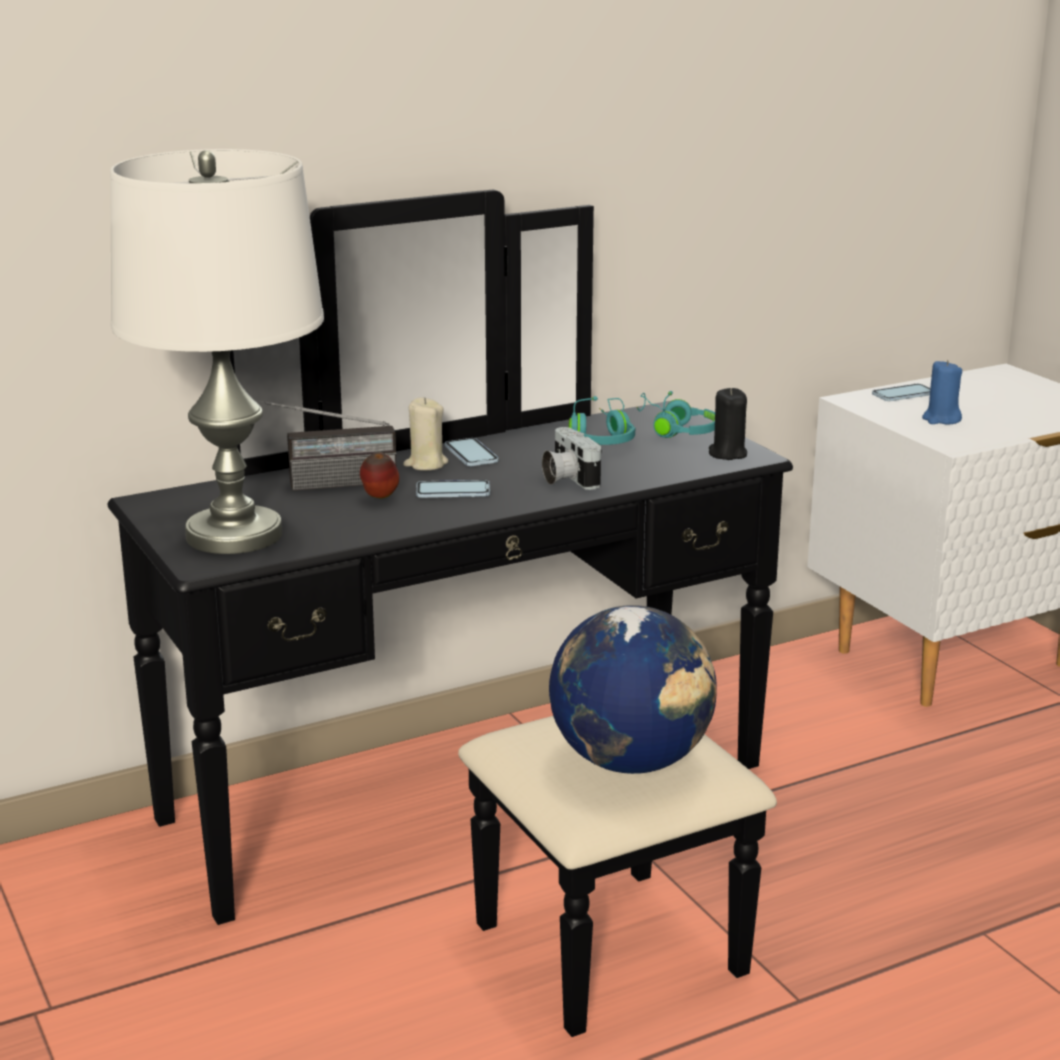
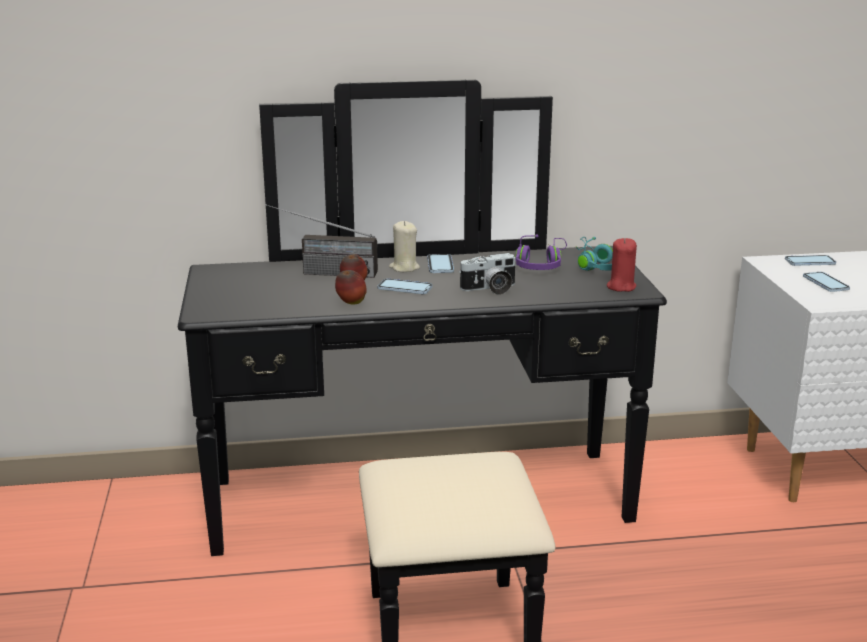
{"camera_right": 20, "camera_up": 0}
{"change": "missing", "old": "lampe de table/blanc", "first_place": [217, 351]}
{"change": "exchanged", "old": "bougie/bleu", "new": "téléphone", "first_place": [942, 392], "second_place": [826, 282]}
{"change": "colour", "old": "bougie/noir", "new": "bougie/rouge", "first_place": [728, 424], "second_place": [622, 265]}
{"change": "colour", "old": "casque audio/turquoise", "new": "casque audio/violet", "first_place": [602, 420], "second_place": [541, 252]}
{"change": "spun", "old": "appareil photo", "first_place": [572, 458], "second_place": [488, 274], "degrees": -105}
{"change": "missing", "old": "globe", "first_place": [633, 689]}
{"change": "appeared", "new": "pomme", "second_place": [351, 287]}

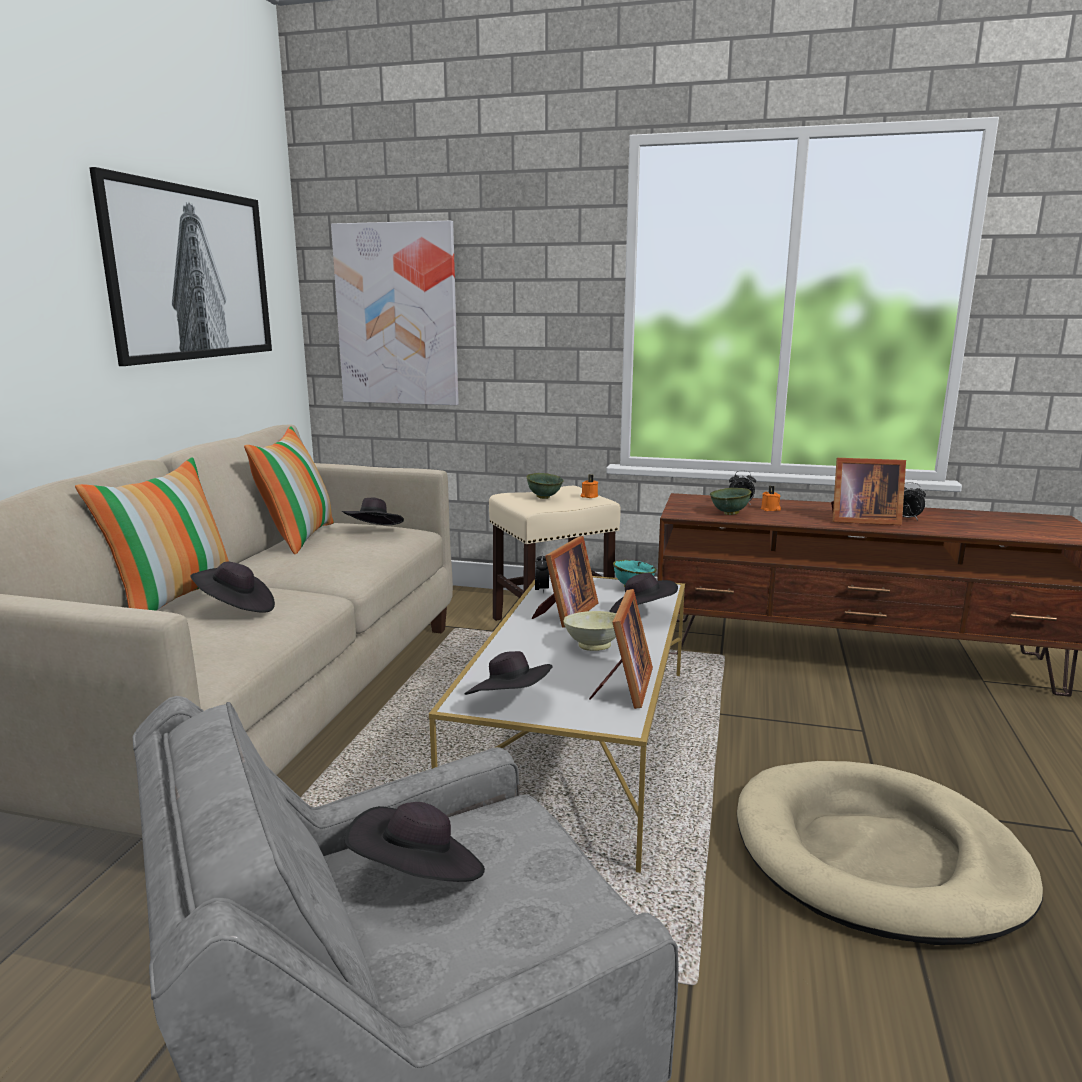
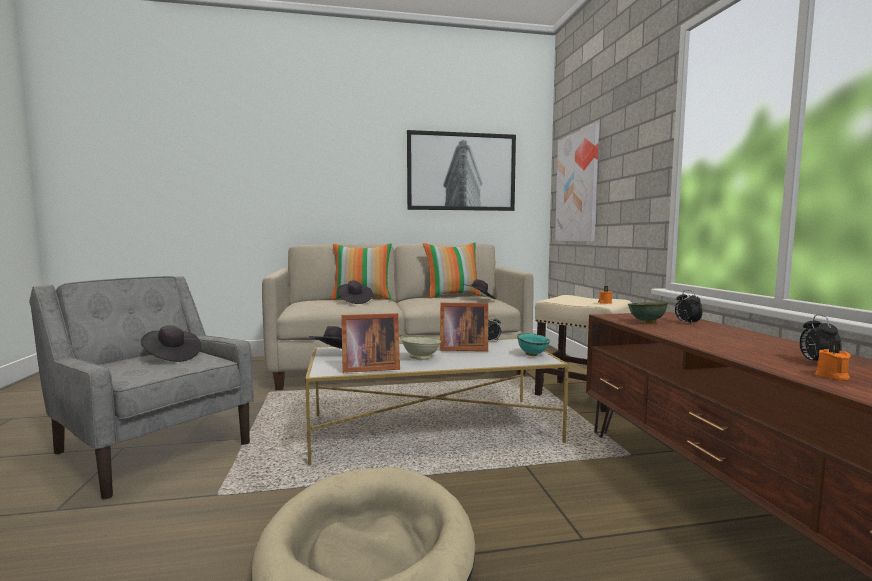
{"camera_right": 65, "camera_up": -10}
{"change": "missing", "old": "cadre photo", "first_place": [868, 491]}
{"change": "missing", "old": "bol/vert", "first_place": [545, 486]}
{"change": "relocated", "old": "bougie/orange", "first_place": [771, 498], "second_place": [833, 360]}
{"change": "missing", "old": "chapeau/noir", "first_place": [643, 593]}

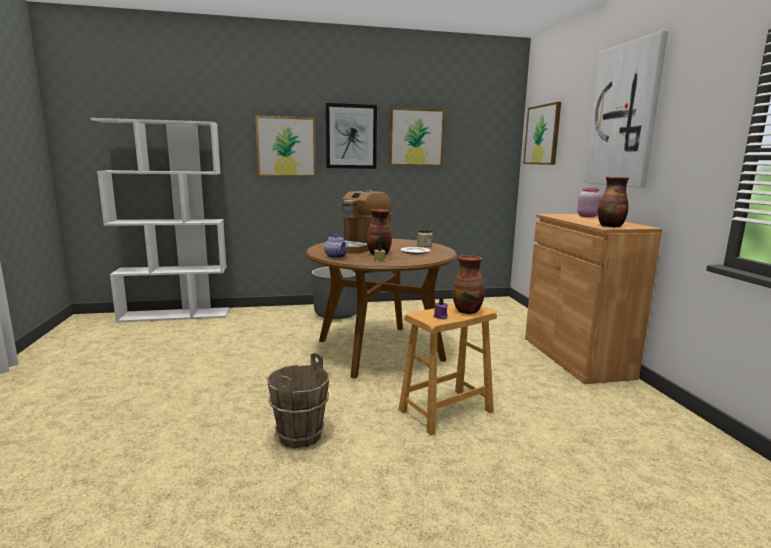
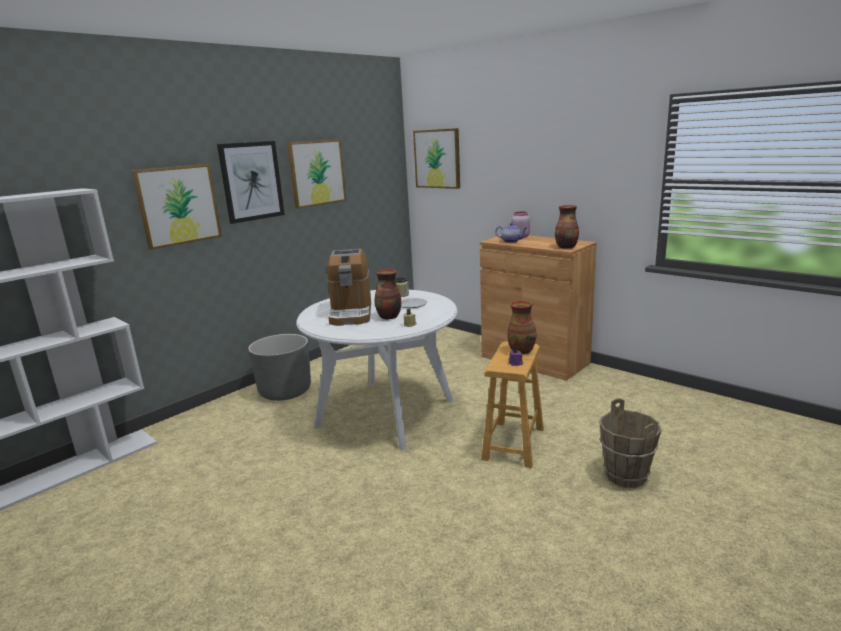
{"camera_right": -35, "camera_up": 5}
{"change": "missing", "old": "tableau", "first_place": [626, 109]}
{"change": "relocated", "old": "théière", "first_place": [336, 246], "second_place": [511, 233]}
{"change": "colour", "old": "table à manger/marron", "new": "table à manger/blanc", "first_place": [381, 309], "second_place": [377, 370]}
{"change": "relocated", "old": "seau/marron", "first_place": [298, 401], "second_place": [630, 443]}

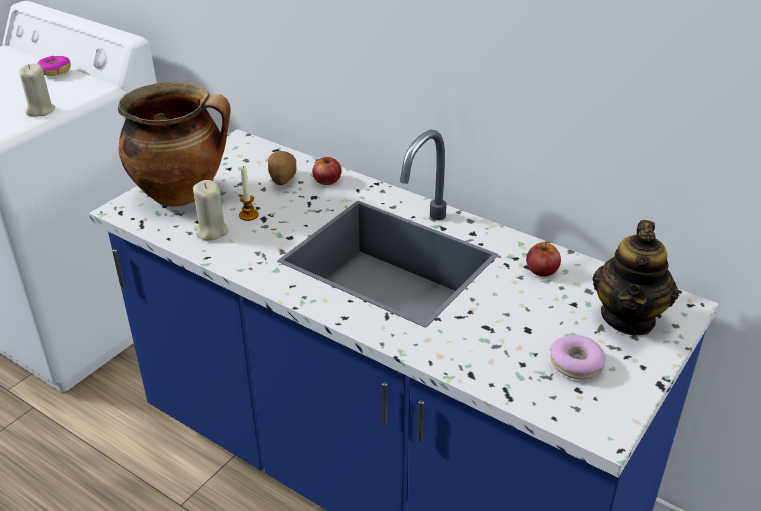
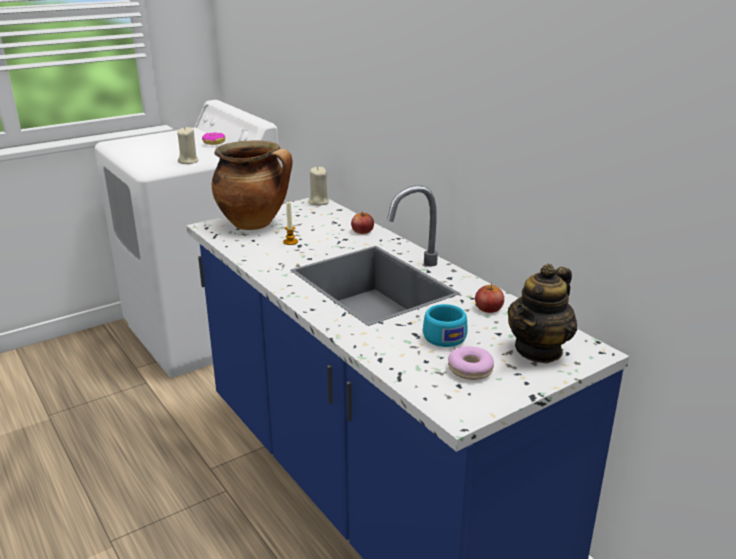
{"camera_right": 20, "camera_up": -10}
{"change": "missing", "old": "pomme de terre", "first_place": [282, 168]}
{"change": "relocated", "old": "bougie/beige", "first_place": [210, 210], "second_place": [318, 186]}
{"change": "appeared", "new": "tasse/turquoise", "second_place": [445, 325]}

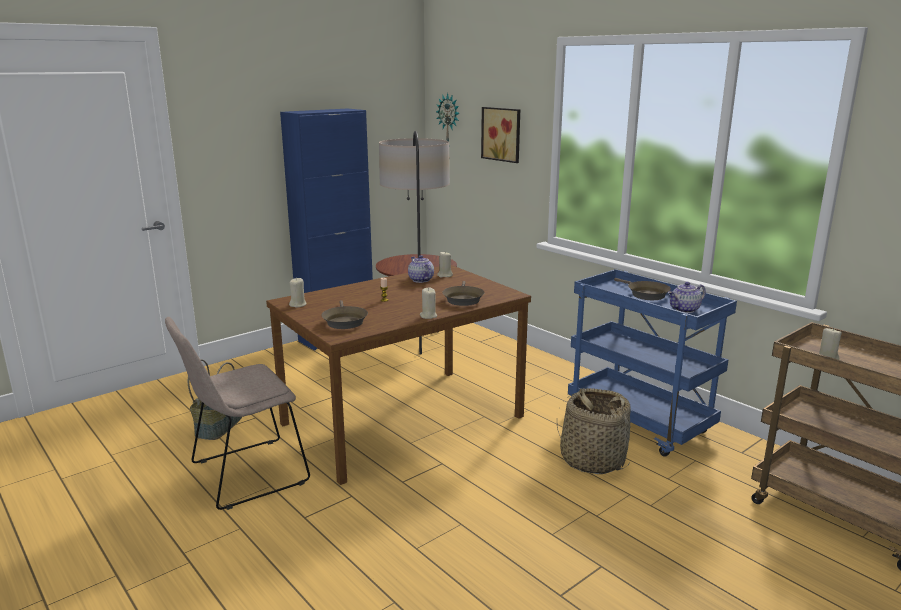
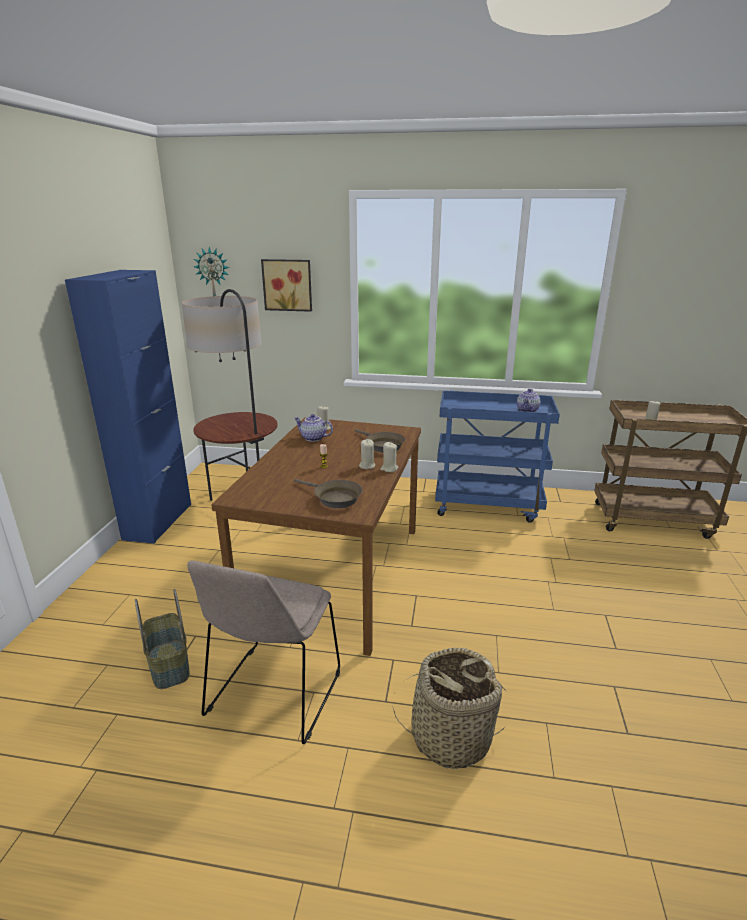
{"camera_right": -40, "camera_up": 5}
{"change": "relocated", "old": "bougie/beige", "first_place": [297, 292], "second_place": [367, 454]}
{"change": "missing", "old": "poêle/marron", "first_place": [642, 289]}
{"change": "relocated", "old": "panier", "first_place": [594, 431], "second_place": [449, 708]}

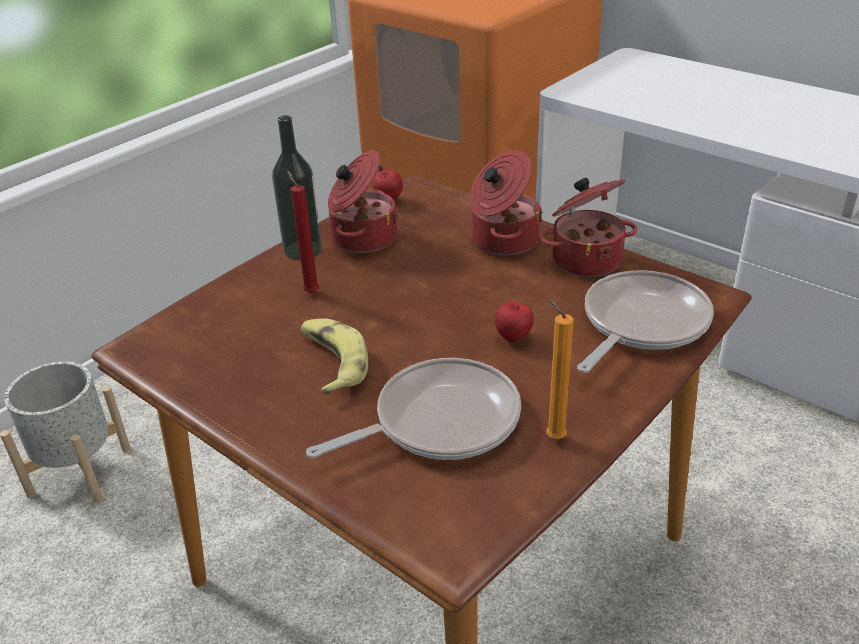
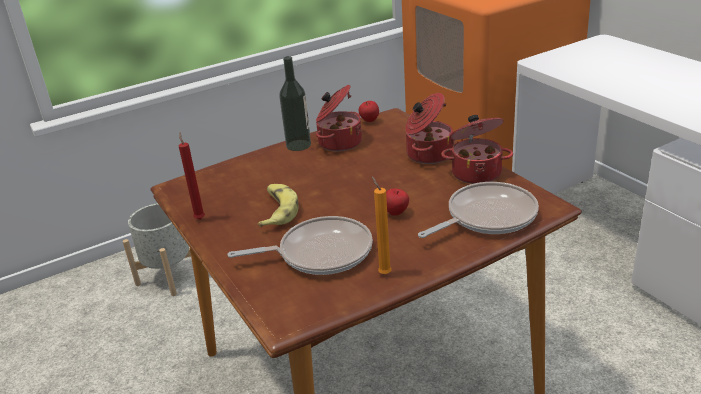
{"camera_right": 20, "camera_up": -5}
{"change": "relocated", "old": "bougie/rouge", "first_place": [303, 232], "second_place": [192, 175]}

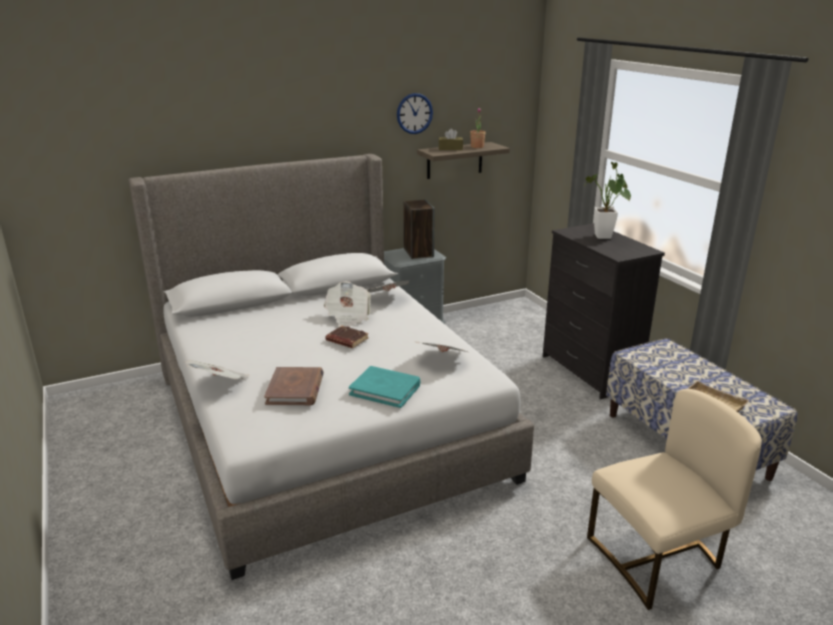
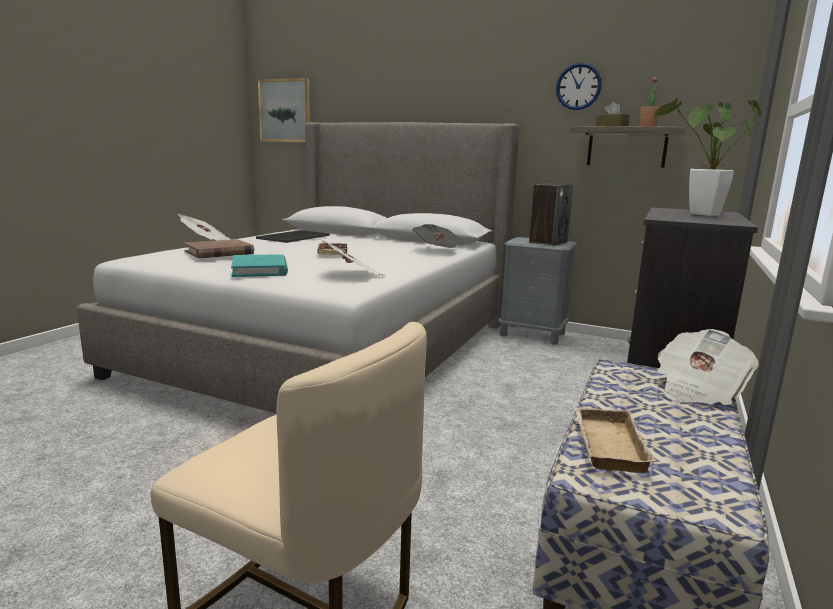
{"camera_right": 50, "camera_up": -10}
{"change": "relocated", "old": "journal", "first_place": [347, 304], "second_place": [708, 367]}
{"change": "appeared", "new": "tableau", "second_place": [284, 110]}
{"change": "appeared", "new": "plateau", "second_place": [293, 236]}

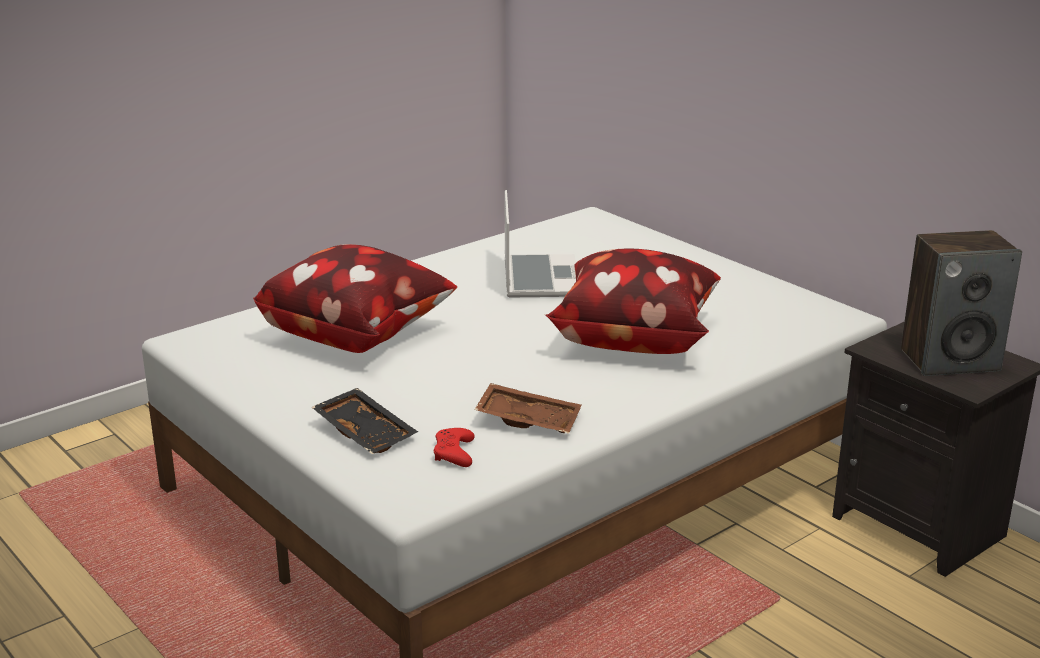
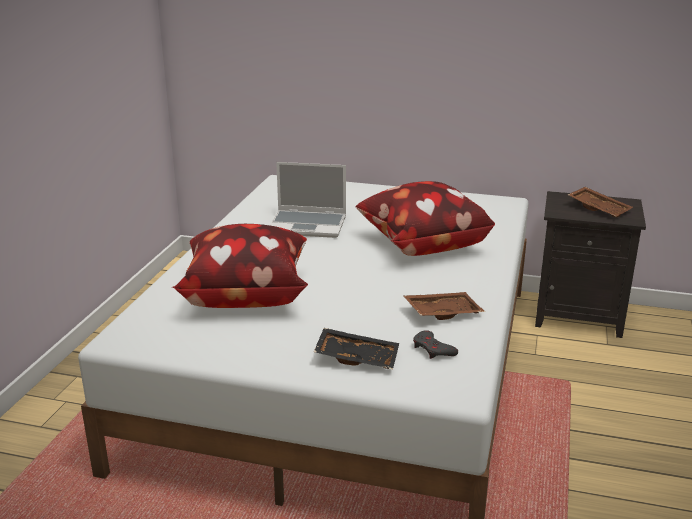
{"camera_right": -35, "camera_up": 0}
{"change": "spun", "old": "ordinateur portable", "first_place": [540, 244], "second_place": [308, 200], "degrees": 135}
{"change": "exchanged", "old": "enceinte", "new": "plateau/marron", "first_place": [961, 303], "second_place": [600, 202]}
{"change": "colour", "old": "manette/rouge", "new": "manette/gris", "first_place": [454, 447], "second_place": [435, 344]}

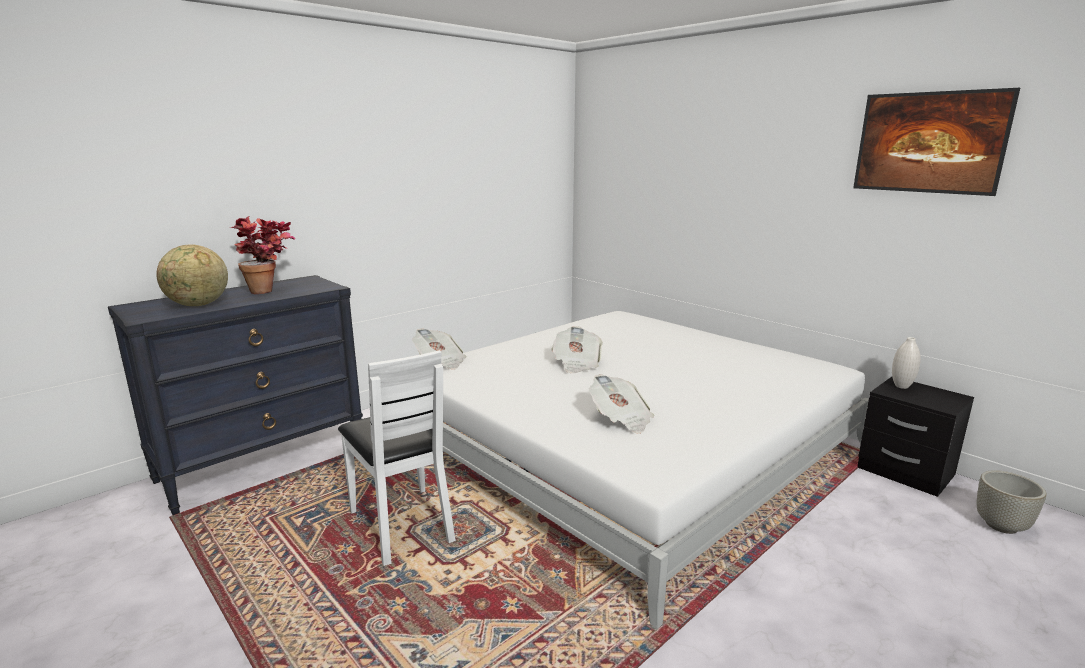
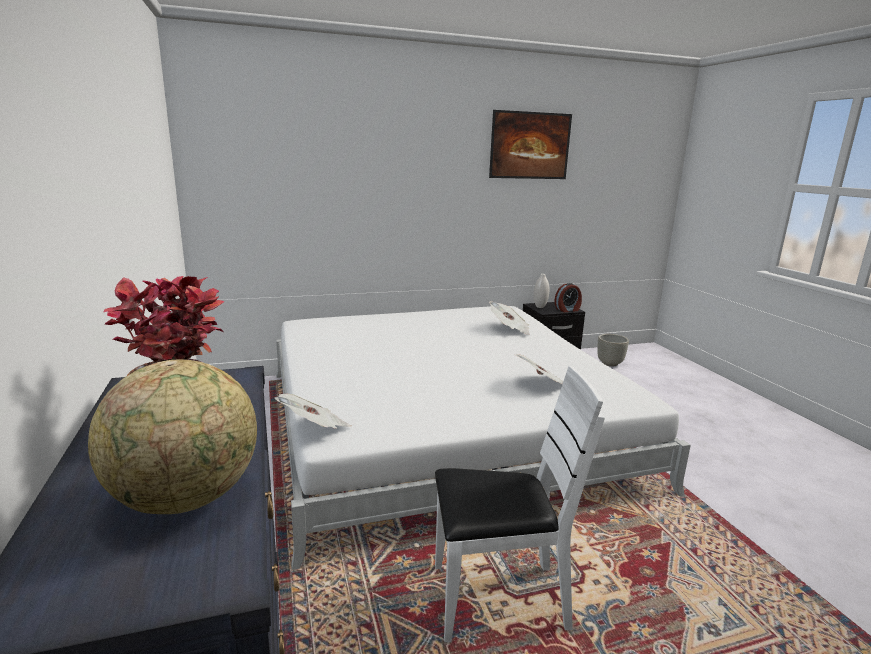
{"camera_right": -65, "camera_up": 0}
{"change": "relocated", "old": "journal", "first_place": [577, 349], "second_place": [509, 318]}
{"change": "appeared", "new": "réveil", "second_place": [568, 297]}

